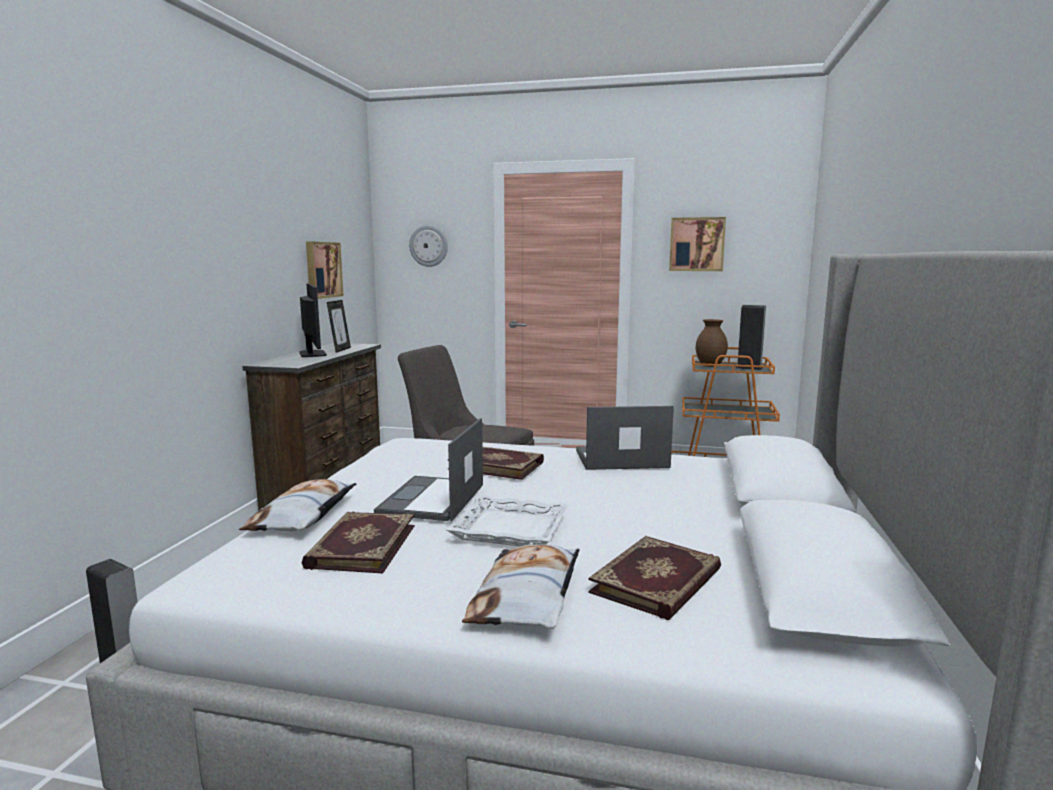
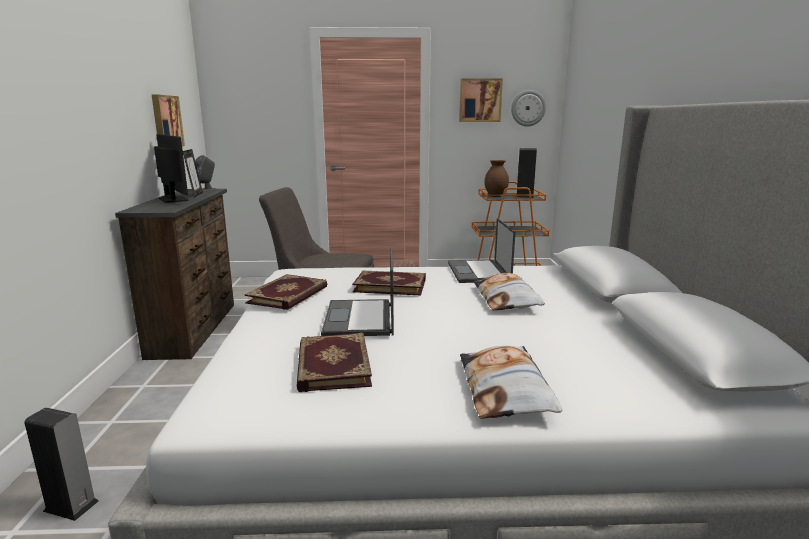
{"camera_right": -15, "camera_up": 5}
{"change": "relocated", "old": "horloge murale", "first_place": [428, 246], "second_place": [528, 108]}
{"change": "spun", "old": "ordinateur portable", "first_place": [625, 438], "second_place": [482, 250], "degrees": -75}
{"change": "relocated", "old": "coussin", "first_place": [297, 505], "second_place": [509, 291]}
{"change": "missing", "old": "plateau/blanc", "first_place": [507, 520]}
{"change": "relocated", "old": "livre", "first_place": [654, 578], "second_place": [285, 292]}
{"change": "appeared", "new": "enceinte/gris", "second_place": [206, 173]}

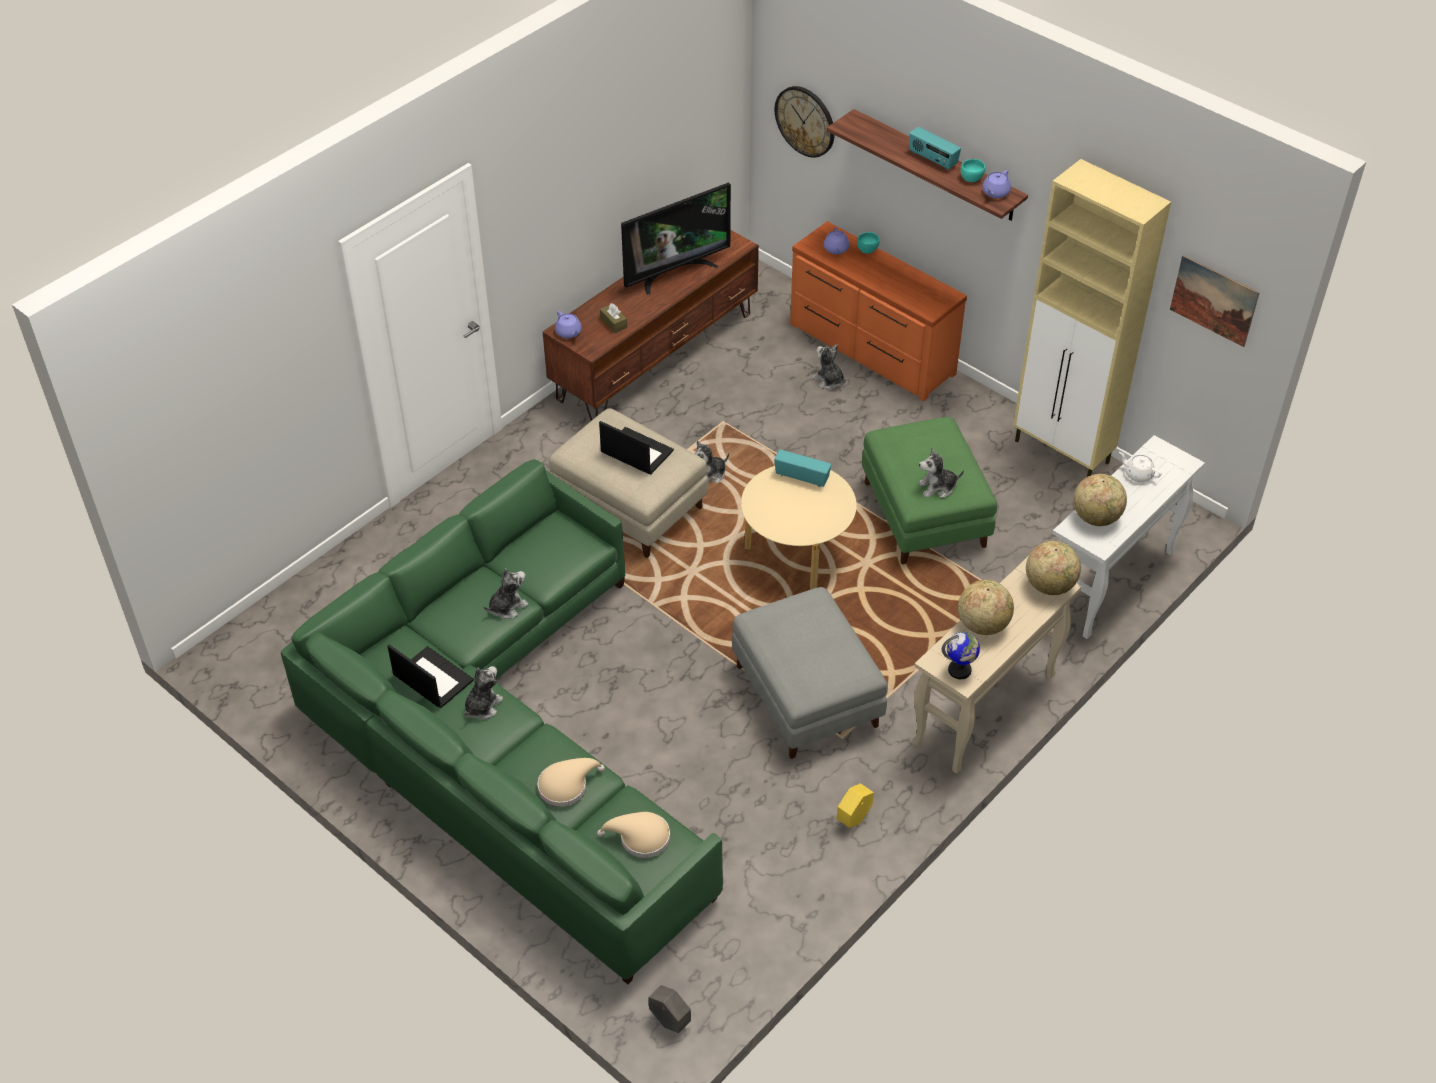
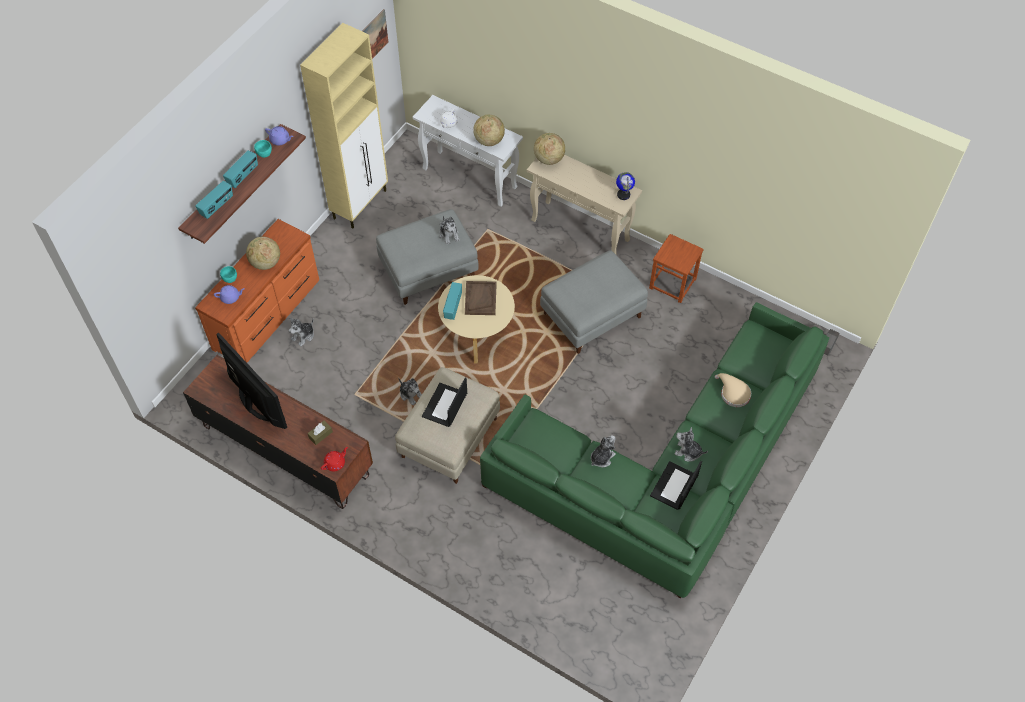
{"camera_right": -100, "camera_up": 10}
{"change": "missing", "old": "horloge murale", "first_place": [804, 121]}
{"change": "colour", "old": "théière/violet", "new": "théière/rouge", "first_place": [568, 324], "second_place": [334, 459]}
{"change": "colour", "old": "pouf/vert", "new": "pouf/gris", "first_place": [929, 490], "second_place": [427, 257]}
{"change": "spun", "old": "peluche", "first_place": [506, 593], "second_place": [603, 451], "degrees": 90}
{"change": "relocated", "old": "globe", "first_place": [986, 607], "second_place": [263, 253]}
{"change": "exchanged", "old": "cache-pot/jaune", "new": "tabouret/marron", "first_place": [855, 805], "second_place": [676, 268]}
{"change": "missing", "old": "chapeau/beige", "first_place": [633, 835]}
{"change": "appeared", "new": "radio", "second_place": [214, 200]}
{"change": "appeared", "new": "plateau/marron", "second_place": [481, 298]}

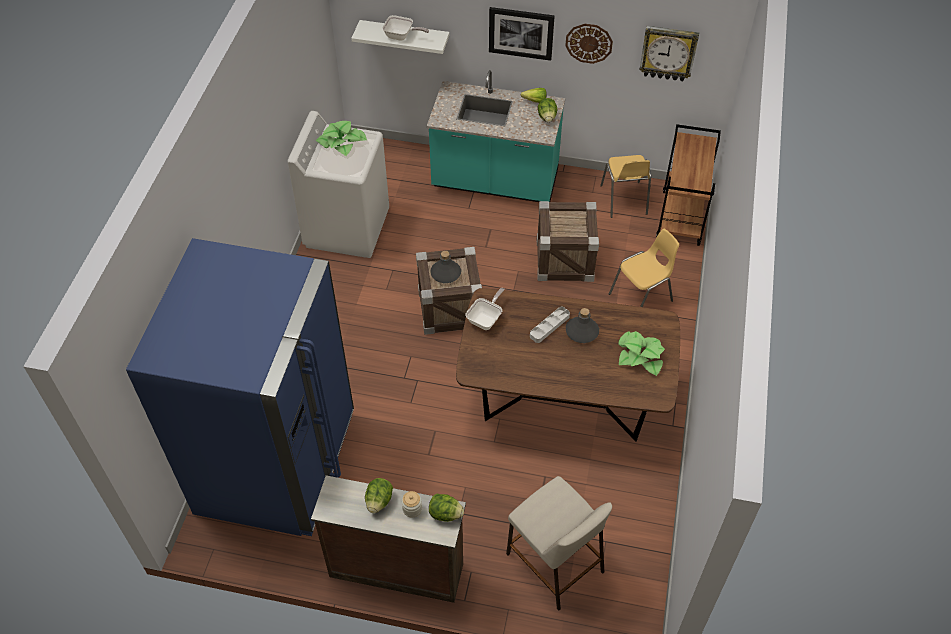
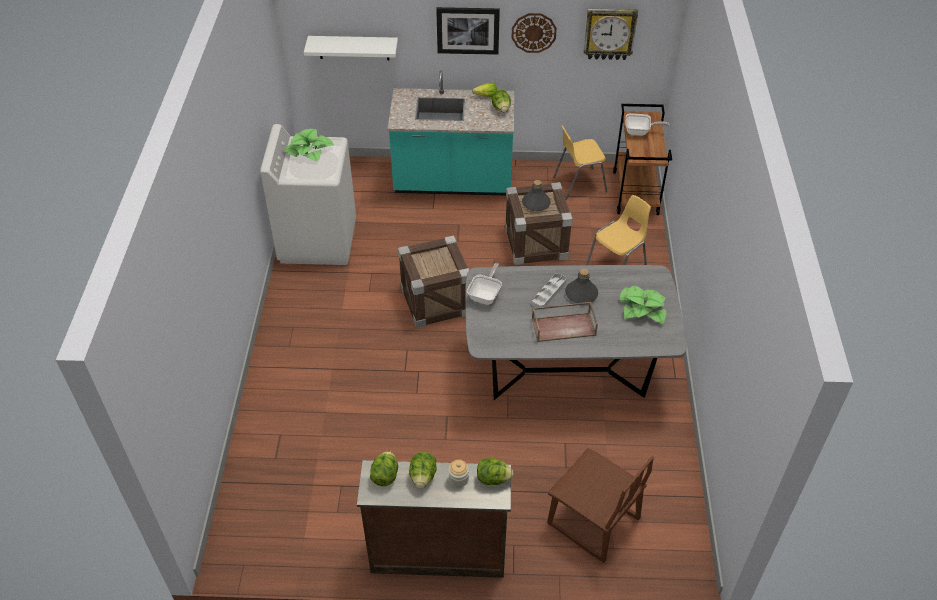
{"camera_right": -10, "camera_up": -5}
{"change": "relocated", "old": "poêle", "first_place": [405, 28], "second_place": [647, 124]}
{"change": "spun", "old": "chaise/jaune", "first_place": [625, 186], "second_place": [580, 162], "degrees": 90}
{"change": "missing", "old": "réfrigérateur/bleu", "first_place": [240, 387]}
{"change": "relocated", "old": "bouteille/gris", "first_place": [445, 267], "second_place": [536, 195]}
{"change": "colour", "old": "table à manger/marron", "new": "table à manger/gris", "first_place": [568, 364], "second_place": [576, 332]}
{"change": "exchanged", "old": "tabouret/beige", "new": "chaise/marron", "first_place": [559, 543], "second_place": [600, 505]}
{"change": "appeared", "new": "plateau/marron", "second_place": [565, 322]}
{"change": "appeared", "new": "laitue", "second_place": [384, 468]}

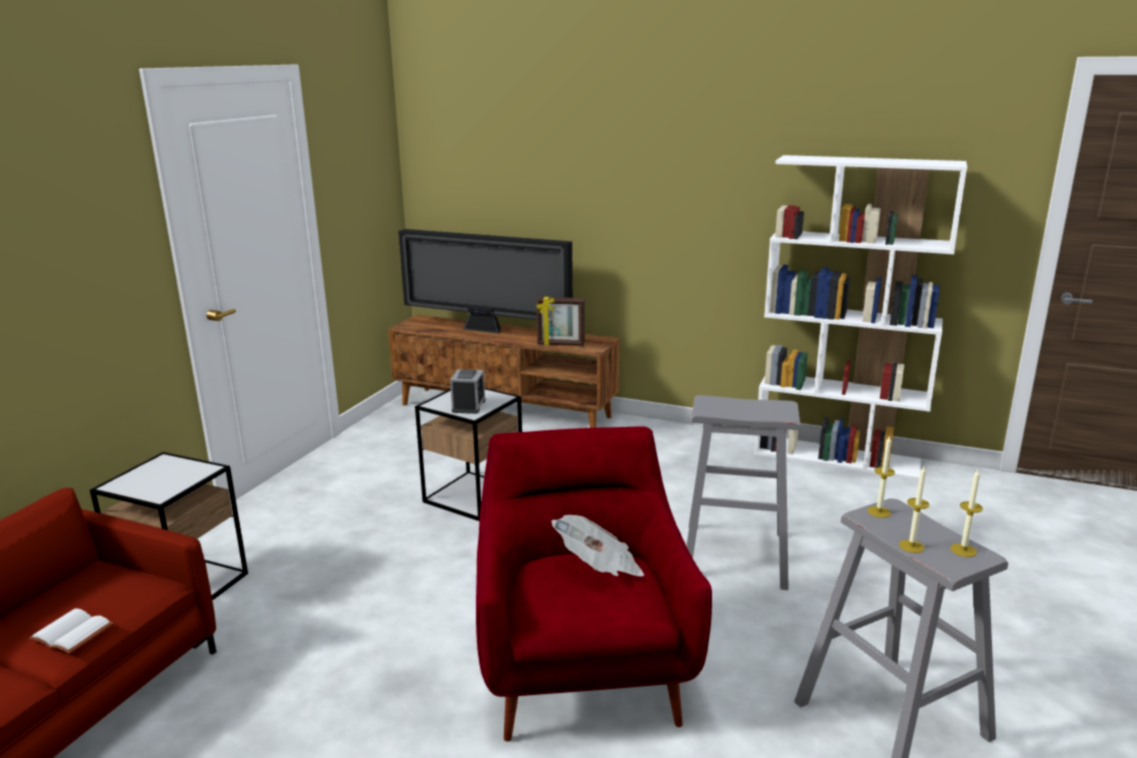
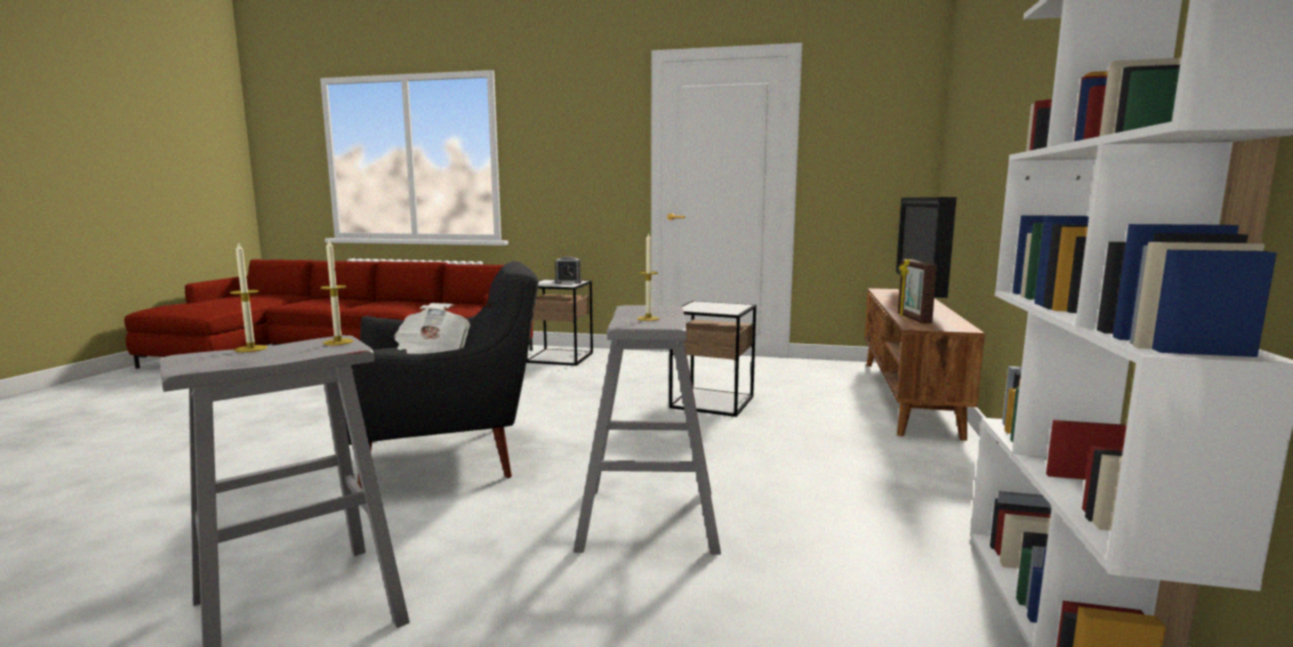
{"camera_right": 80, "camera_up": -10}
{"change": "relocated", "old": "réveil", "first_place": [467, 391], "second_place": [568, 270]}
{"change": "colour", "old": "fauteuil/rouge", "new": "fauteuil/noir", "first_place": [594, 583], "second_place": [441, 375]}
{"change": "relocated", "old": "bougie", "first_place": [966, 513], "second_place": [648, 276]}

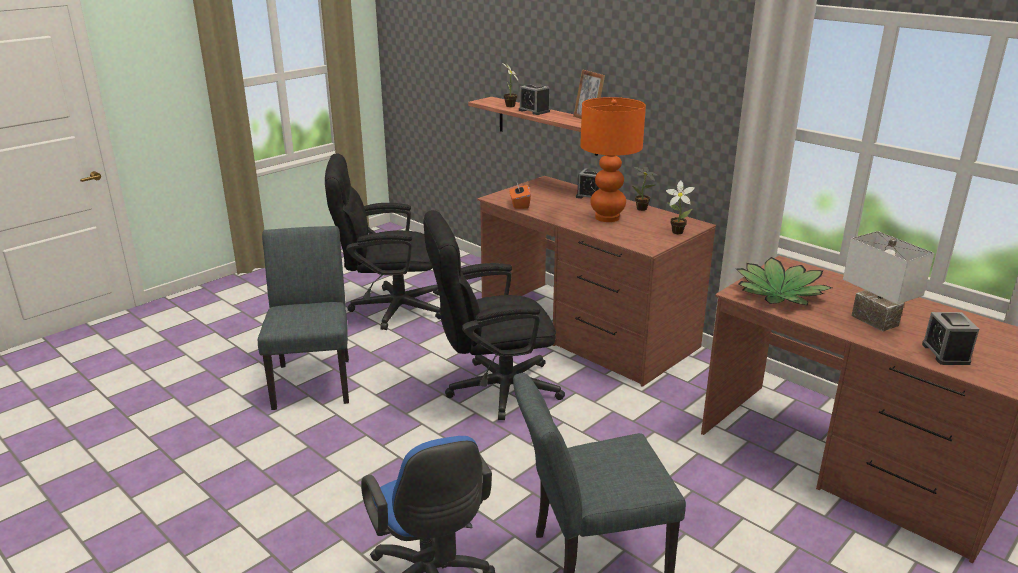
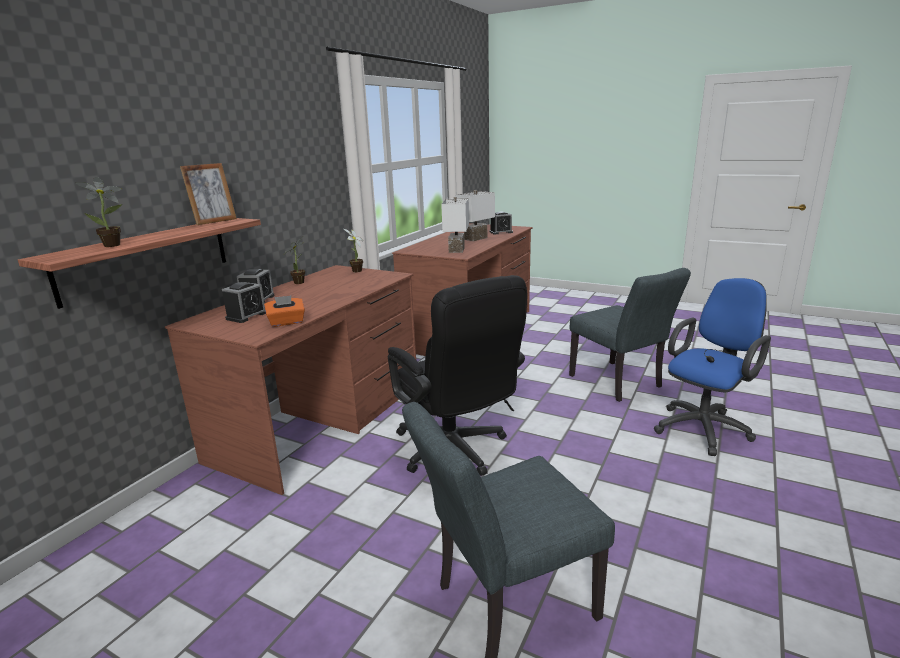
{"camera_right": -105, "camera_up": -5}
{"change": "relocated", "old": "réveil", "first_place": [534, 99], "second_place": [244, 302]}
{"change": "missing", "old": "lampe de table/orange", "first_place": [613, 159]}
{"change": "missing", "old": "chaise de bureau/noir", "first_place": [383, 241]}
{"change": "exchanged", "old": "plante en pot", "new": "lampe de table/blanc", "first_place": [784, 281], "second_place": [455, 225]}

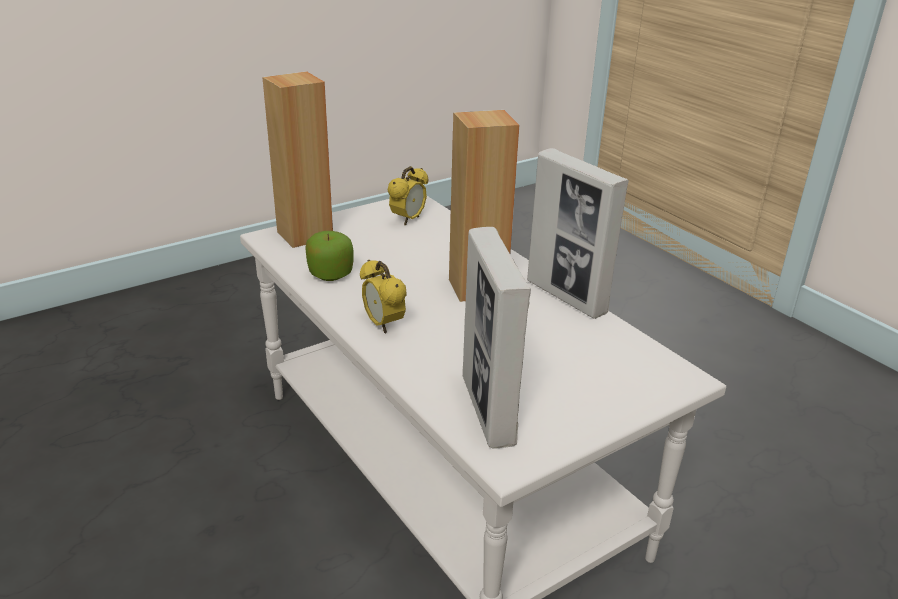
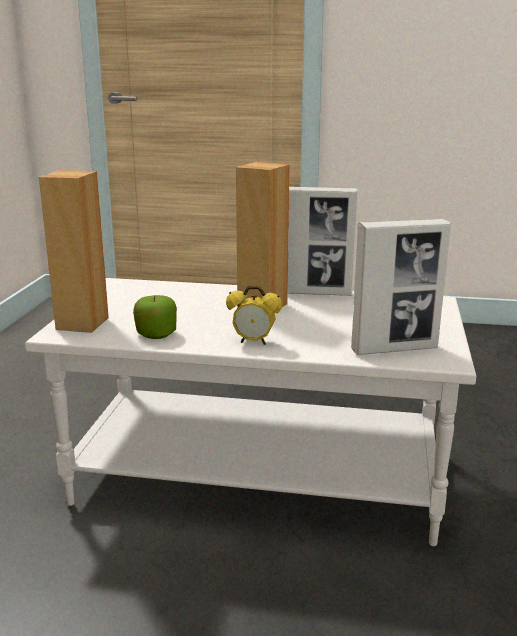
{"camera_right": -45, "camera_up": -10}
{"change": "missing", "old": "réveil", "first_place": [408, 195]}
{"change": "spun", "old": "cadre photo", "first_place": [497, 338], "second_place": [401, 287], "degrees": -45}

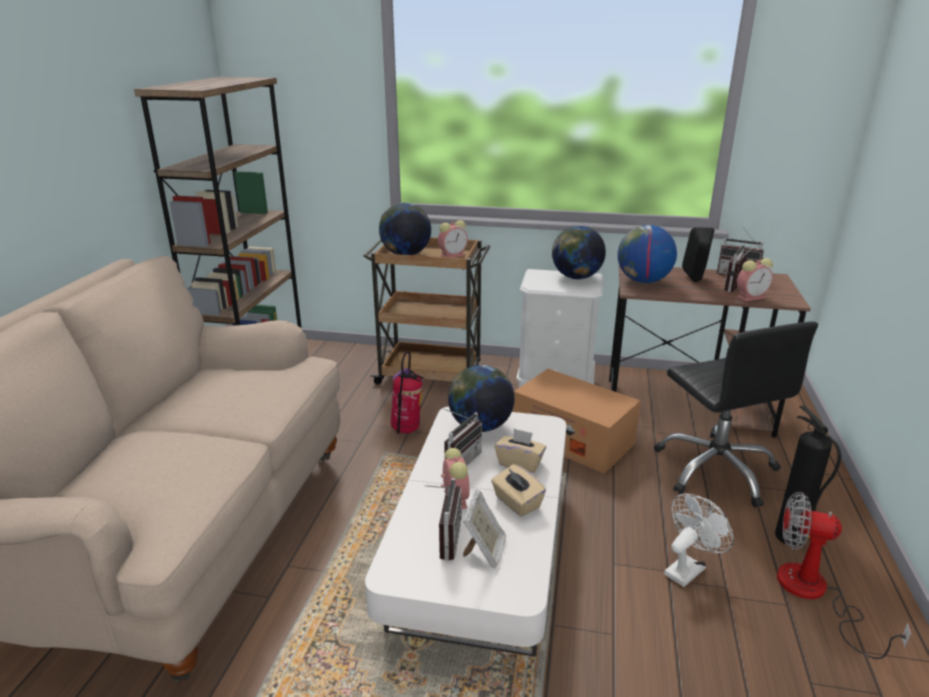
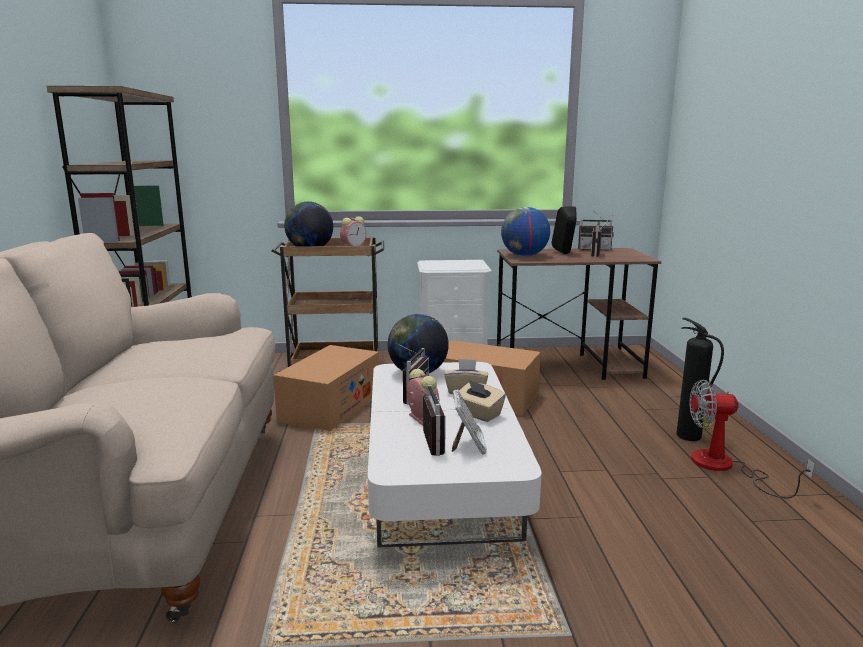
{"camera_right": -15, "camera_up": -10}
{"change": "missing", "old": "globe", "first_place": [579, 252]}
{"change": "missing", "old": "réveil", "first_place": [755, 279]}
{"change": "missing", "old": "chaise de bureau/noir", "first_place": [736, 414]}
{"change": "exchanged", "old": "extincteur", "new": "carton", "first_place": [408, 392], "second_place": [326, 388]}
{"change": "missing", "old": "ventilateur/blanc", "first_place": [699, 540]}

